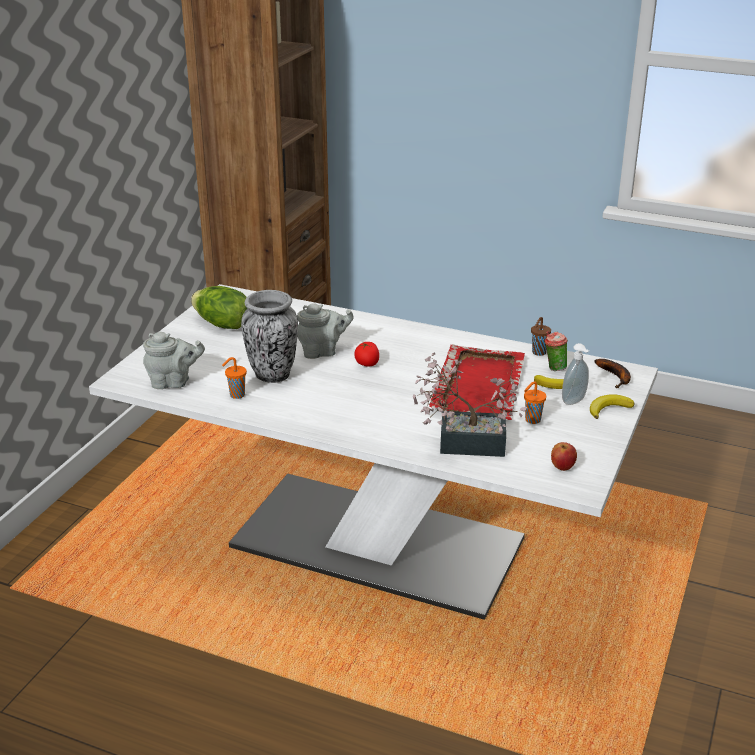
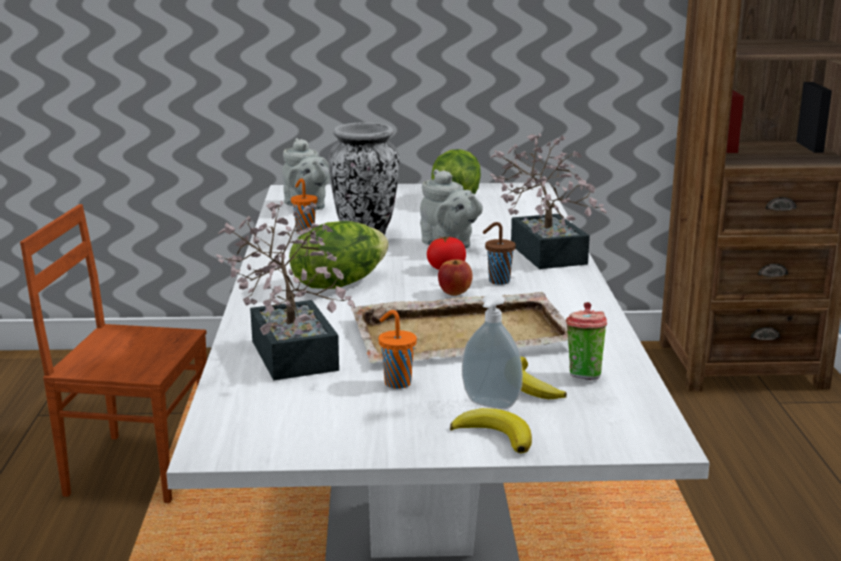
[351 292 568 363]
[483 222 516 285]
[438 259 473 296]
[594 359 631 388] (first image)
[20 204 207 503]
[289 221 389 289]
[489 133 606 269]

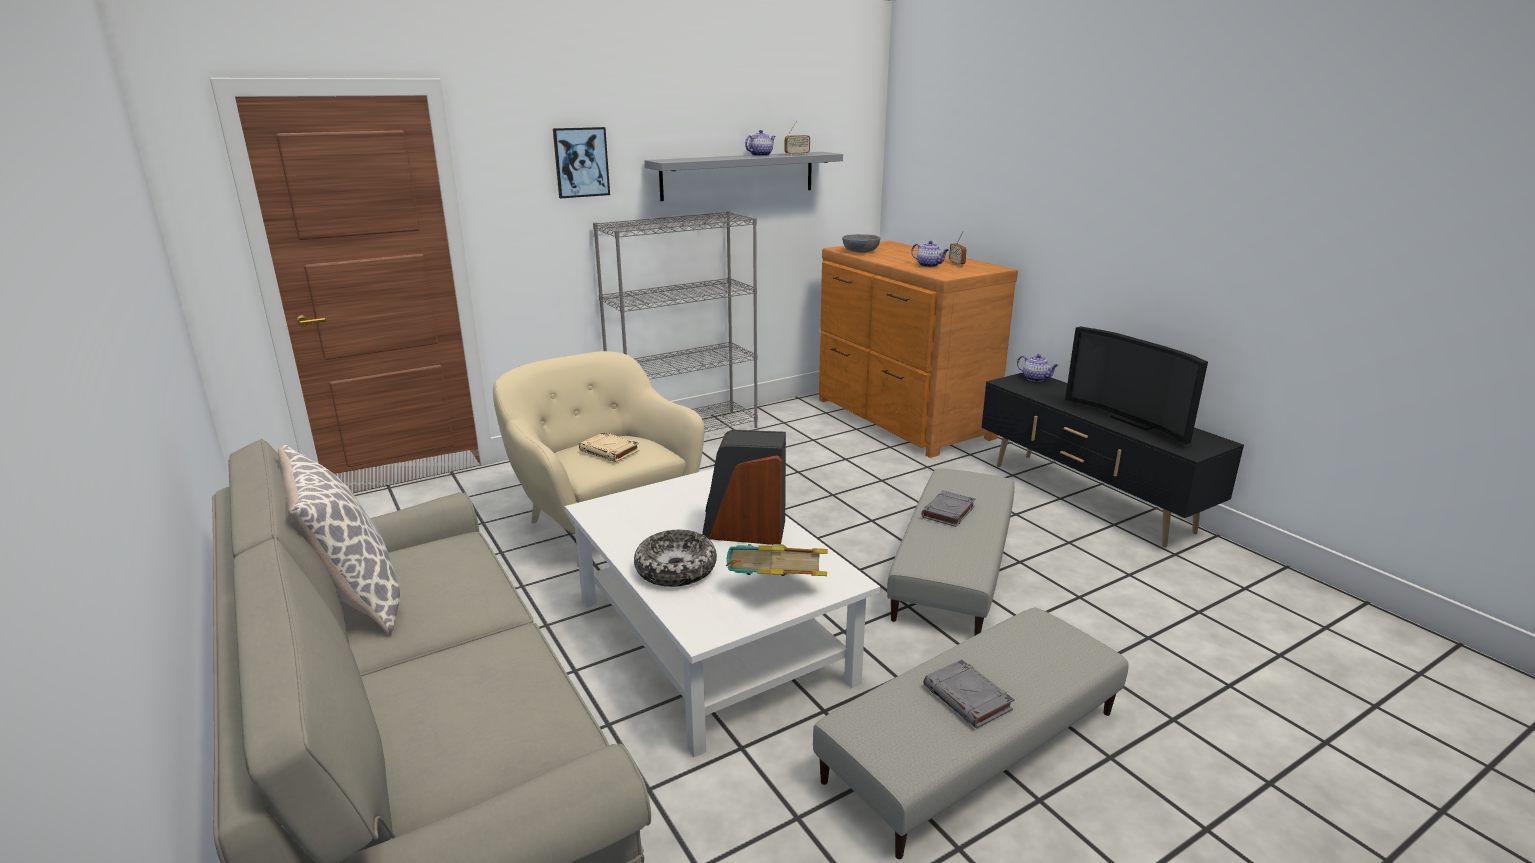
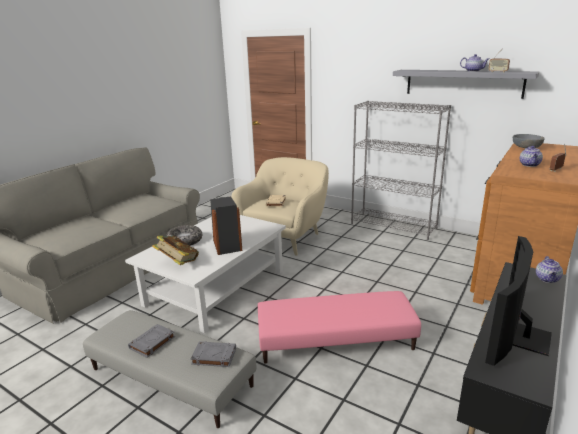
[278 445 400 634] (first image)
[553 127 610 198] (first image)
[258 291 421 363]
[190 341 236 367]

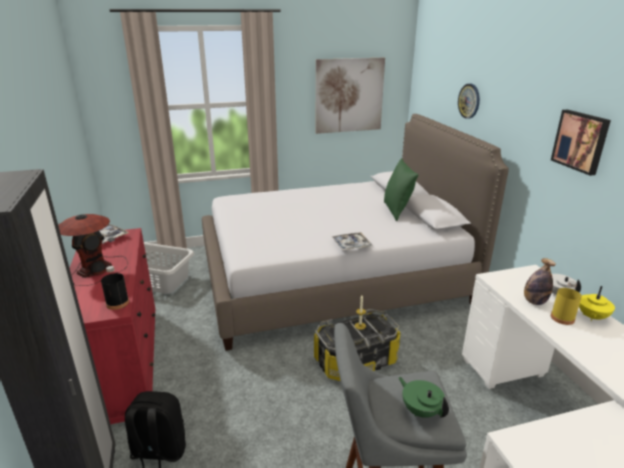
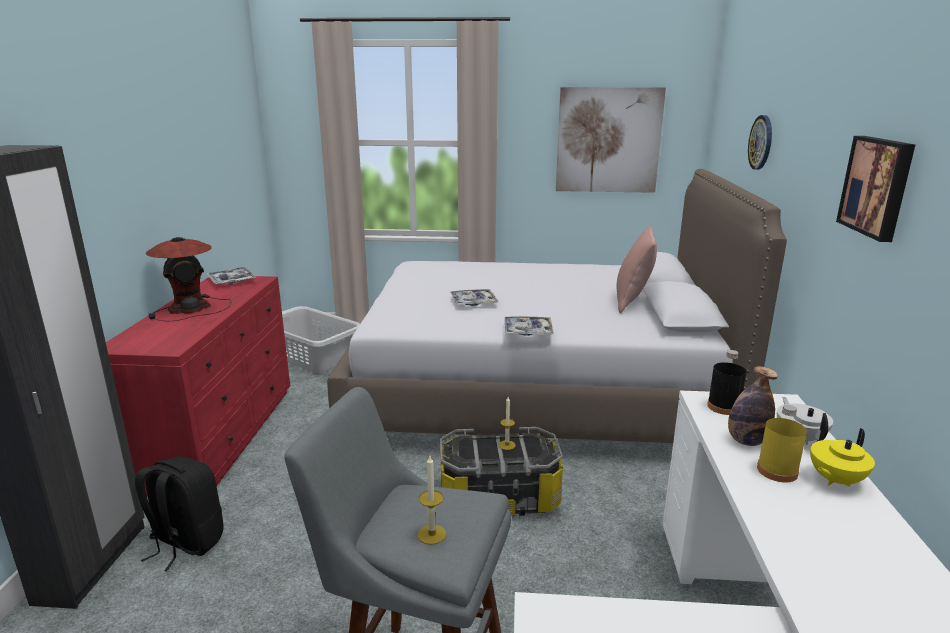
[707 350 747 415]
[616 225 657 313]
[418 456 446 545]
[451 289 499 306]

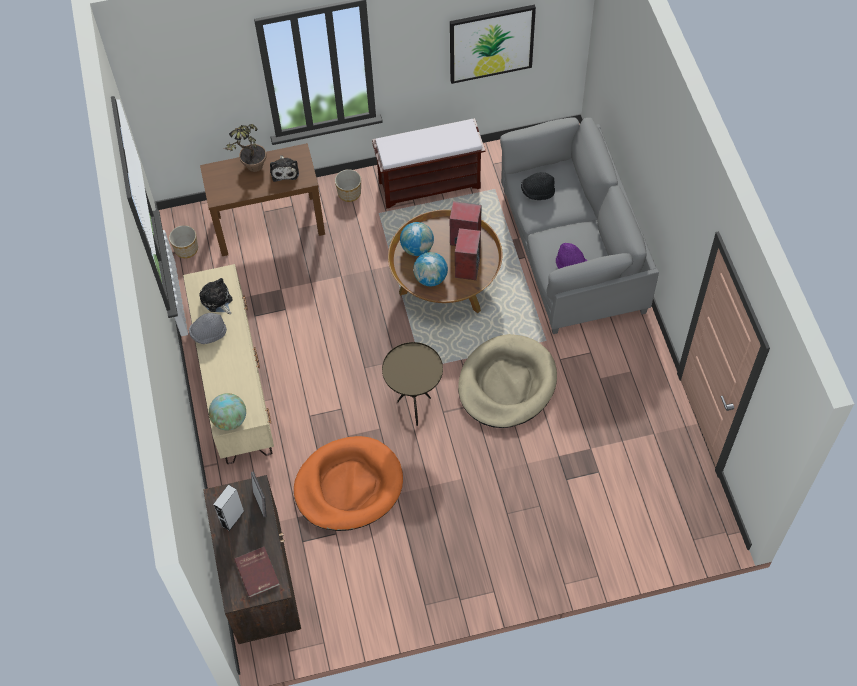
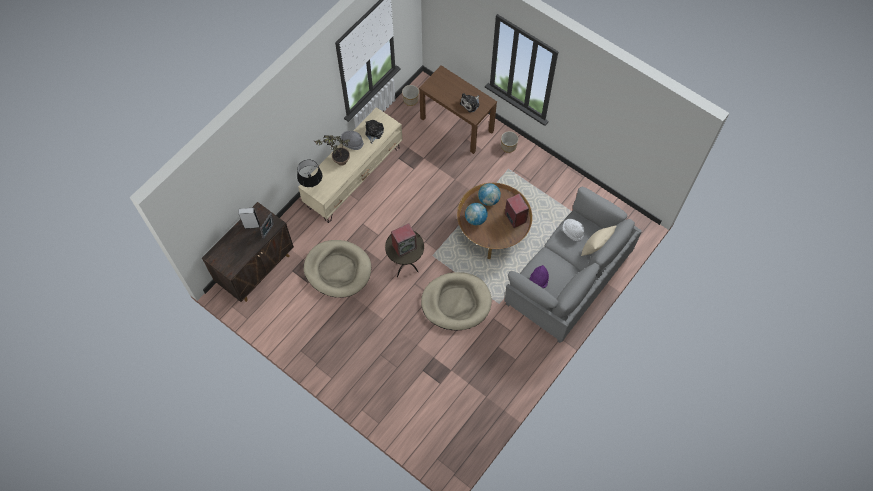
[297 160 322 188]
[312 135 350 166]
[234 547 280 598] (first image)
[303 240 371 298]
[372 118 485 209] (first image)
[450 5 536 84] (first image)
[391 223 417 257]
[563 219 584 241]
[581 225 616 256]

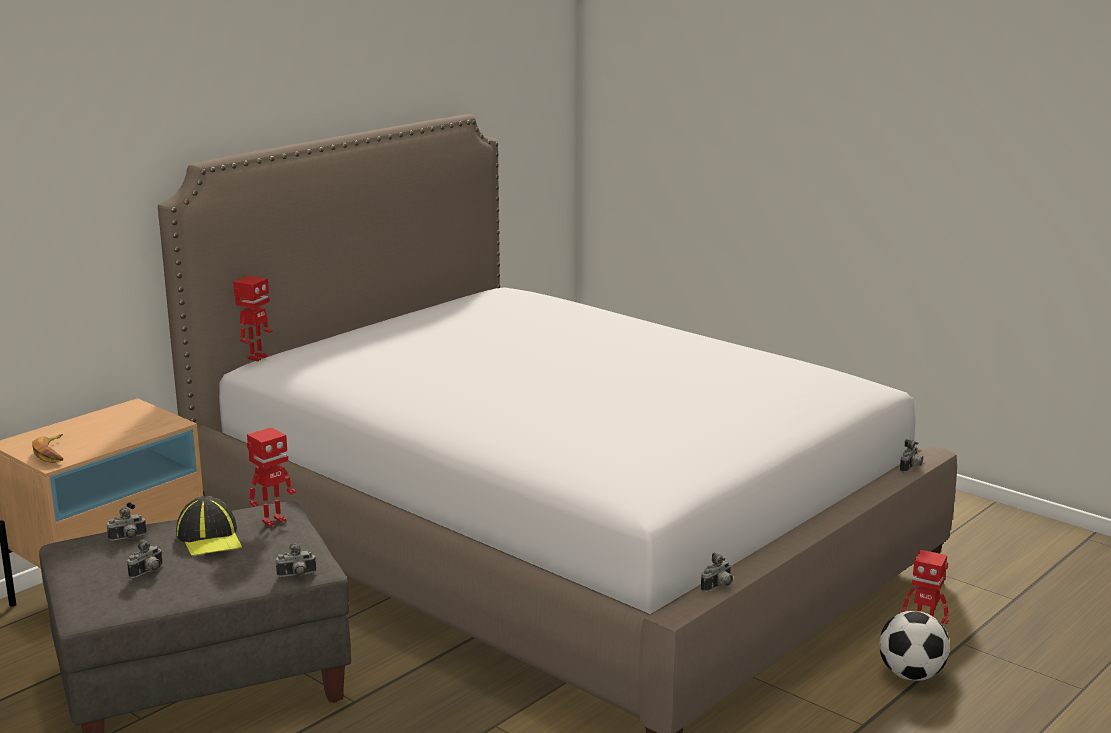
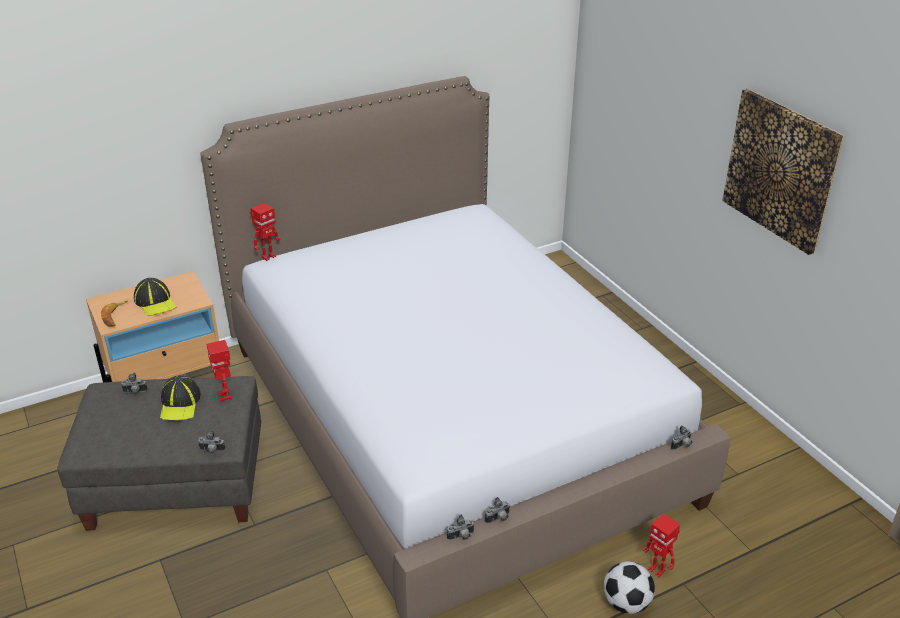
[485 497 510 524]
[206 340 231 402]
[134 278 176 316]
[722 89 844 255]

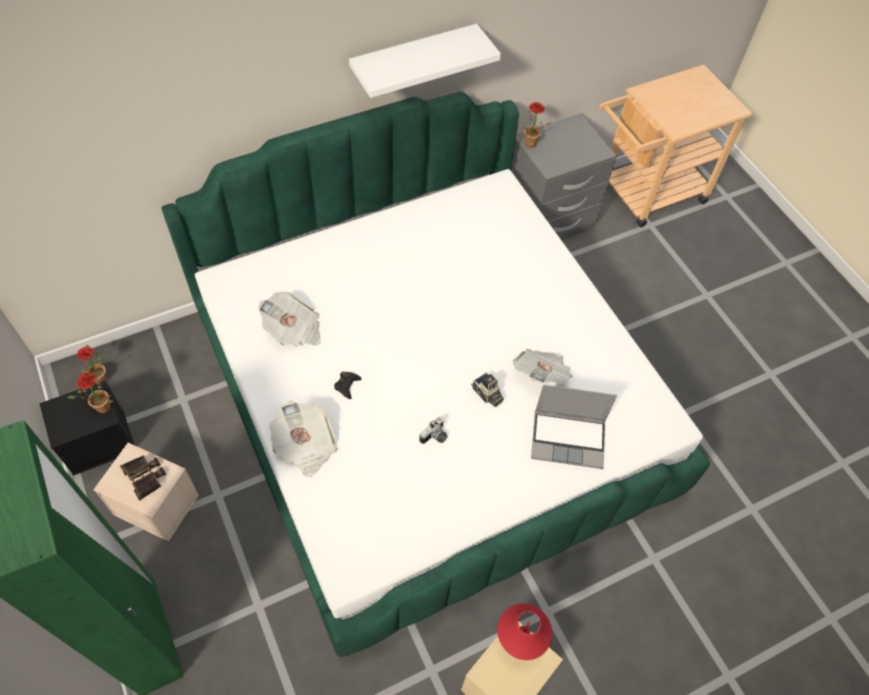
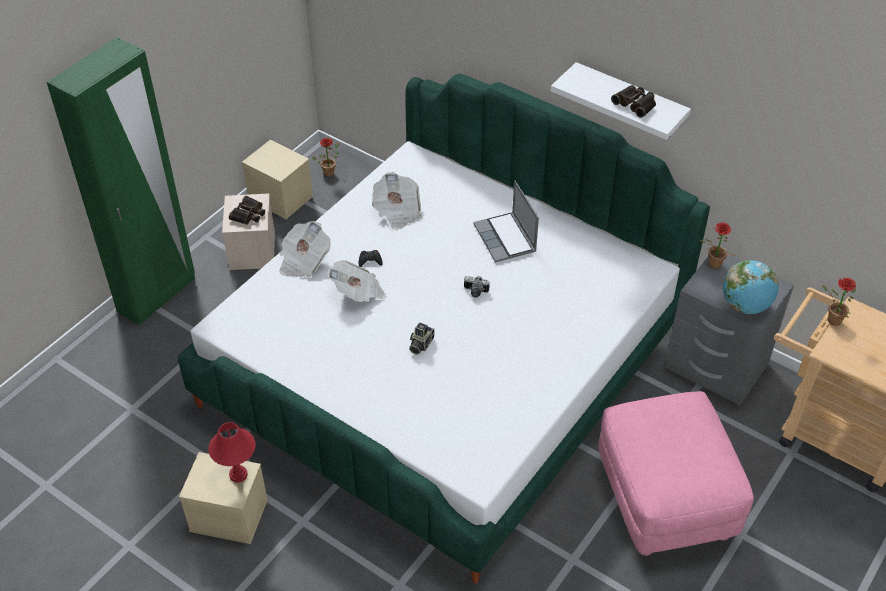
[242 140 313 219]
[822 278 856 326]
[464 275 490 298]
[327 260 387 303]
[473 180 539 262]
[598 391 754 556]
[611 85 656 118]
[723 260 779 314]

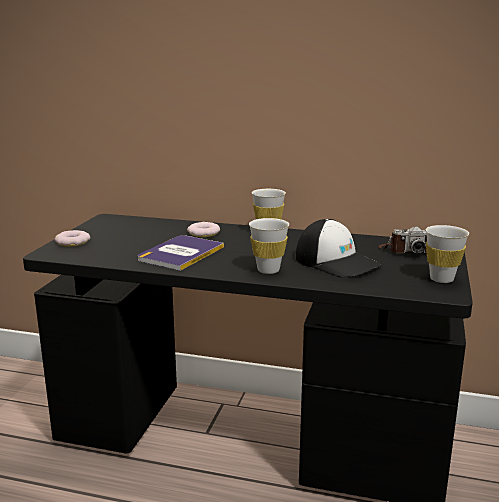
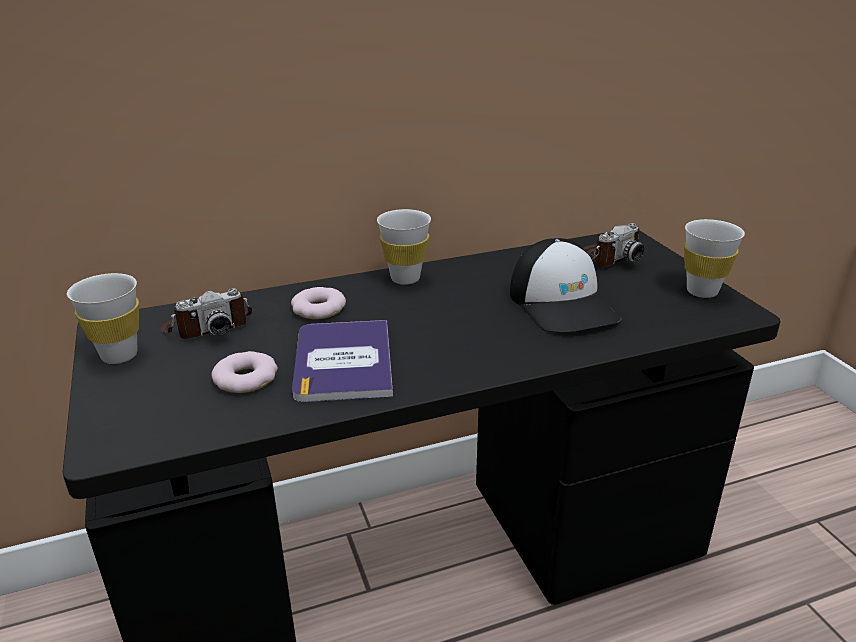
[211 351 278 393]
[67 273 139 364]
[510 238 622 333]
[161 288 252 339]

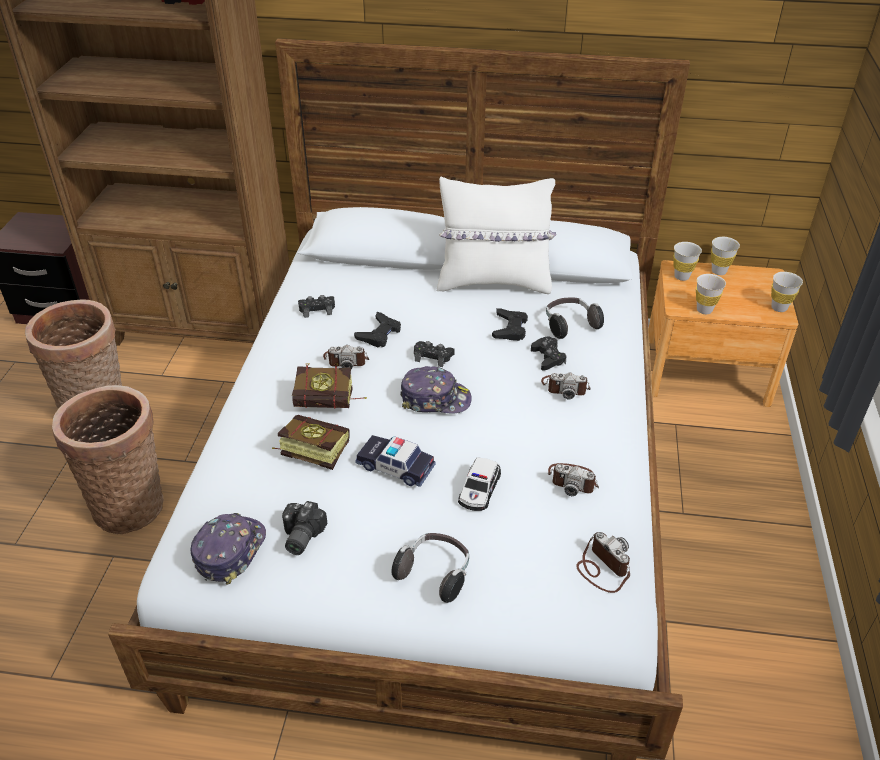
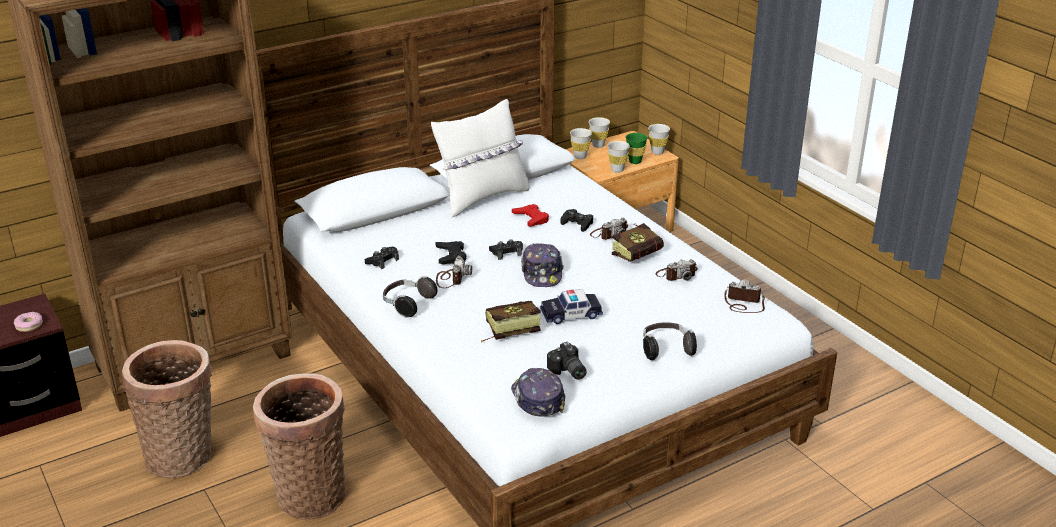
[612 223 664 262]
[436 256 472 288]
[521 243 564 287]
[458 457 501 511] (first image)
[512 204 549 226]
[383 276 437 318]
[14 312 43 332]
[626 133 648 164]

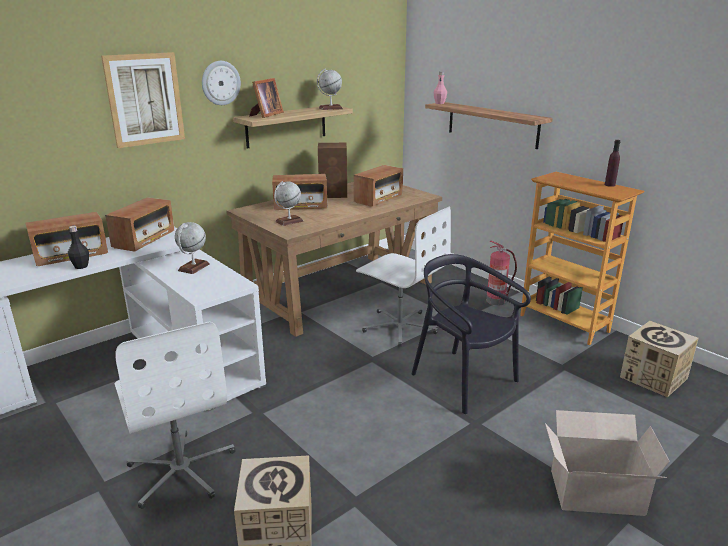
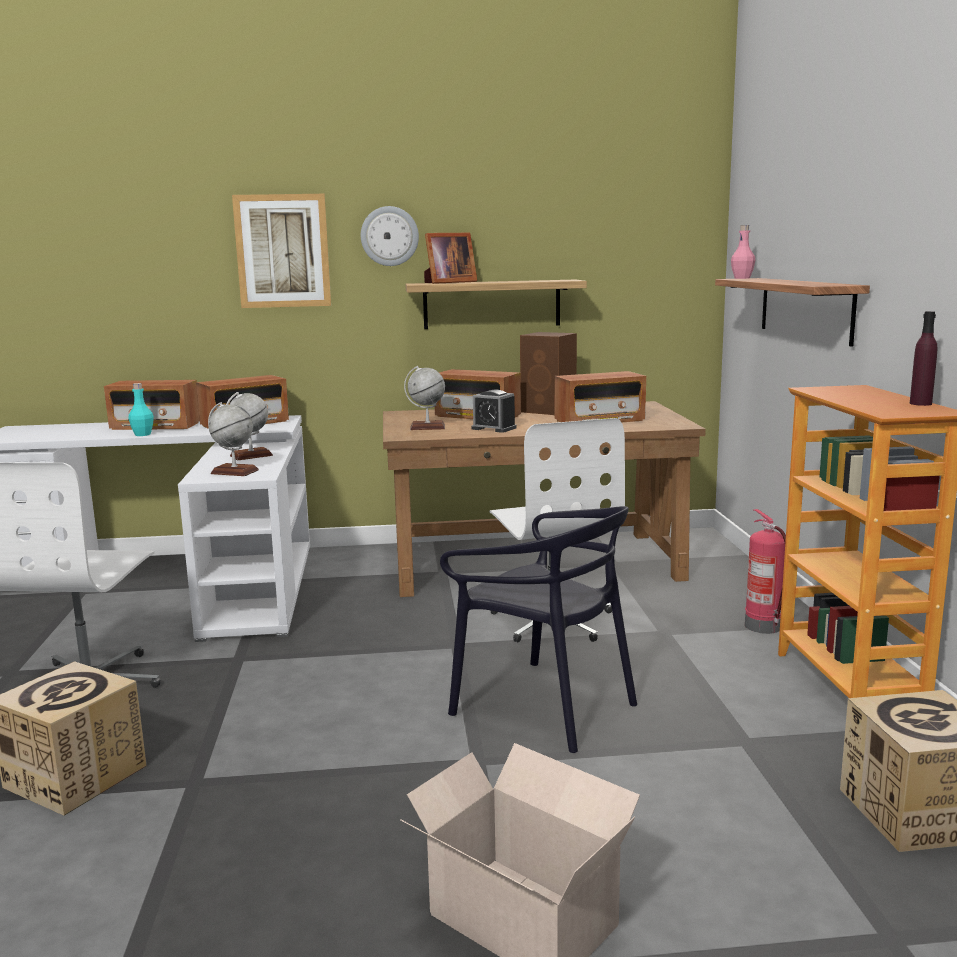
[128 383 154 436]
[208 402 259 476]
[440 506 637 753]
[471 390 517 433]

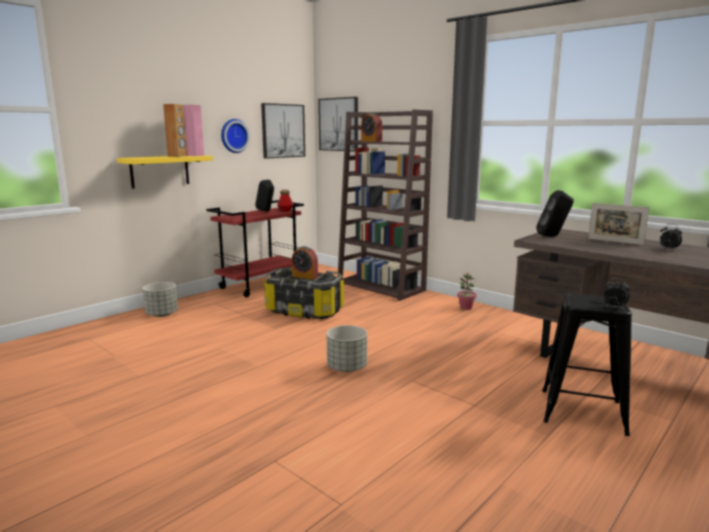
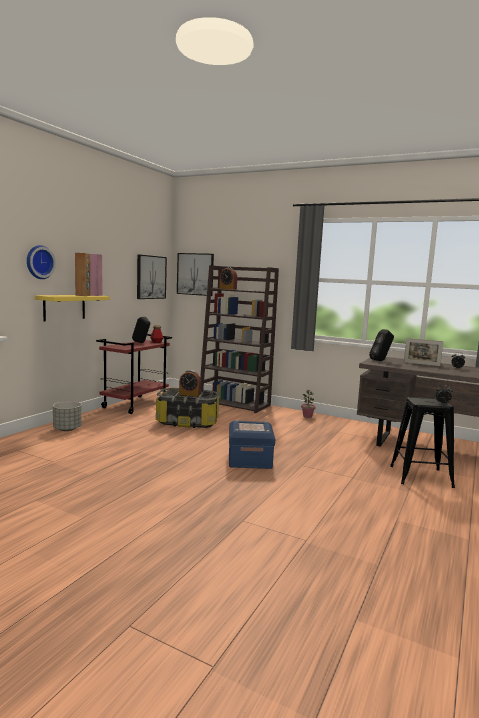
[27 245 56 279]
[229 420 275 469]

